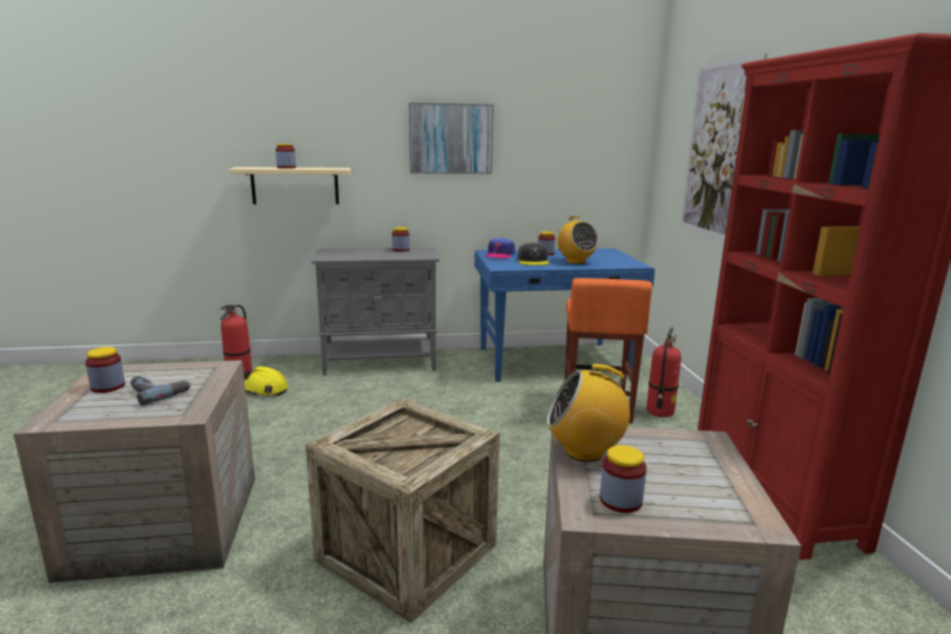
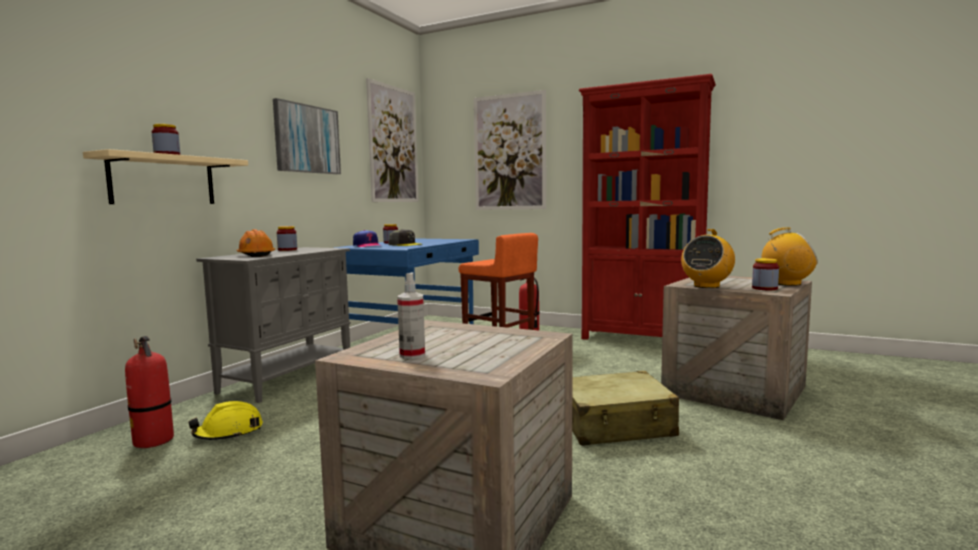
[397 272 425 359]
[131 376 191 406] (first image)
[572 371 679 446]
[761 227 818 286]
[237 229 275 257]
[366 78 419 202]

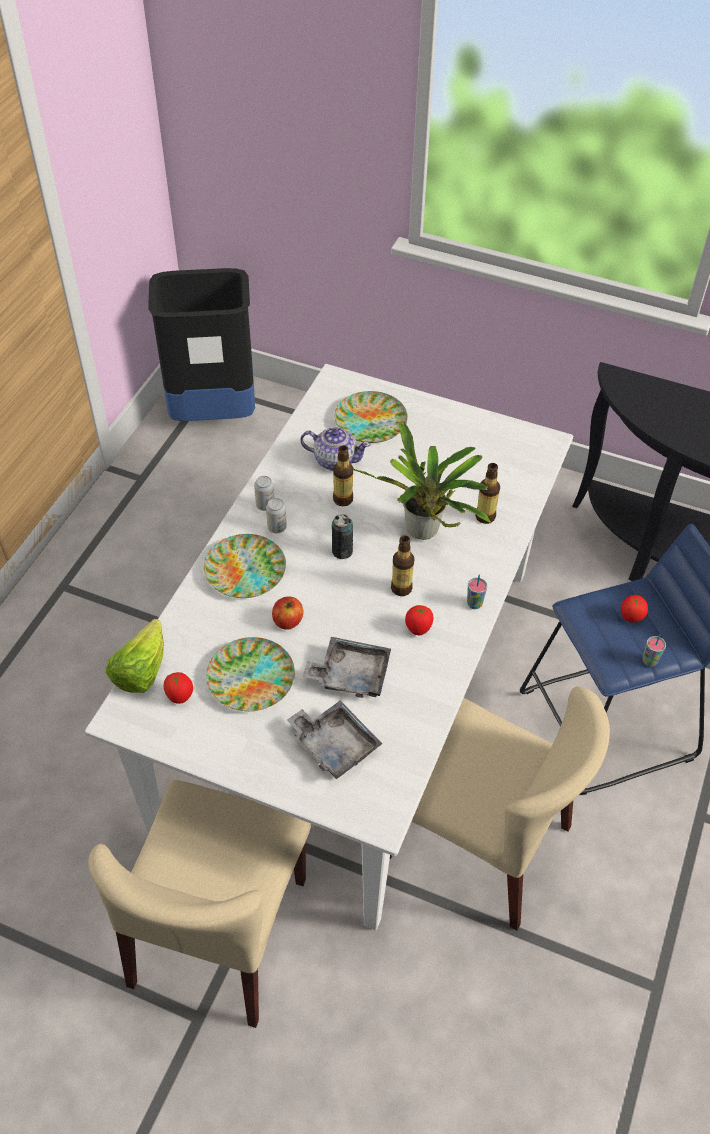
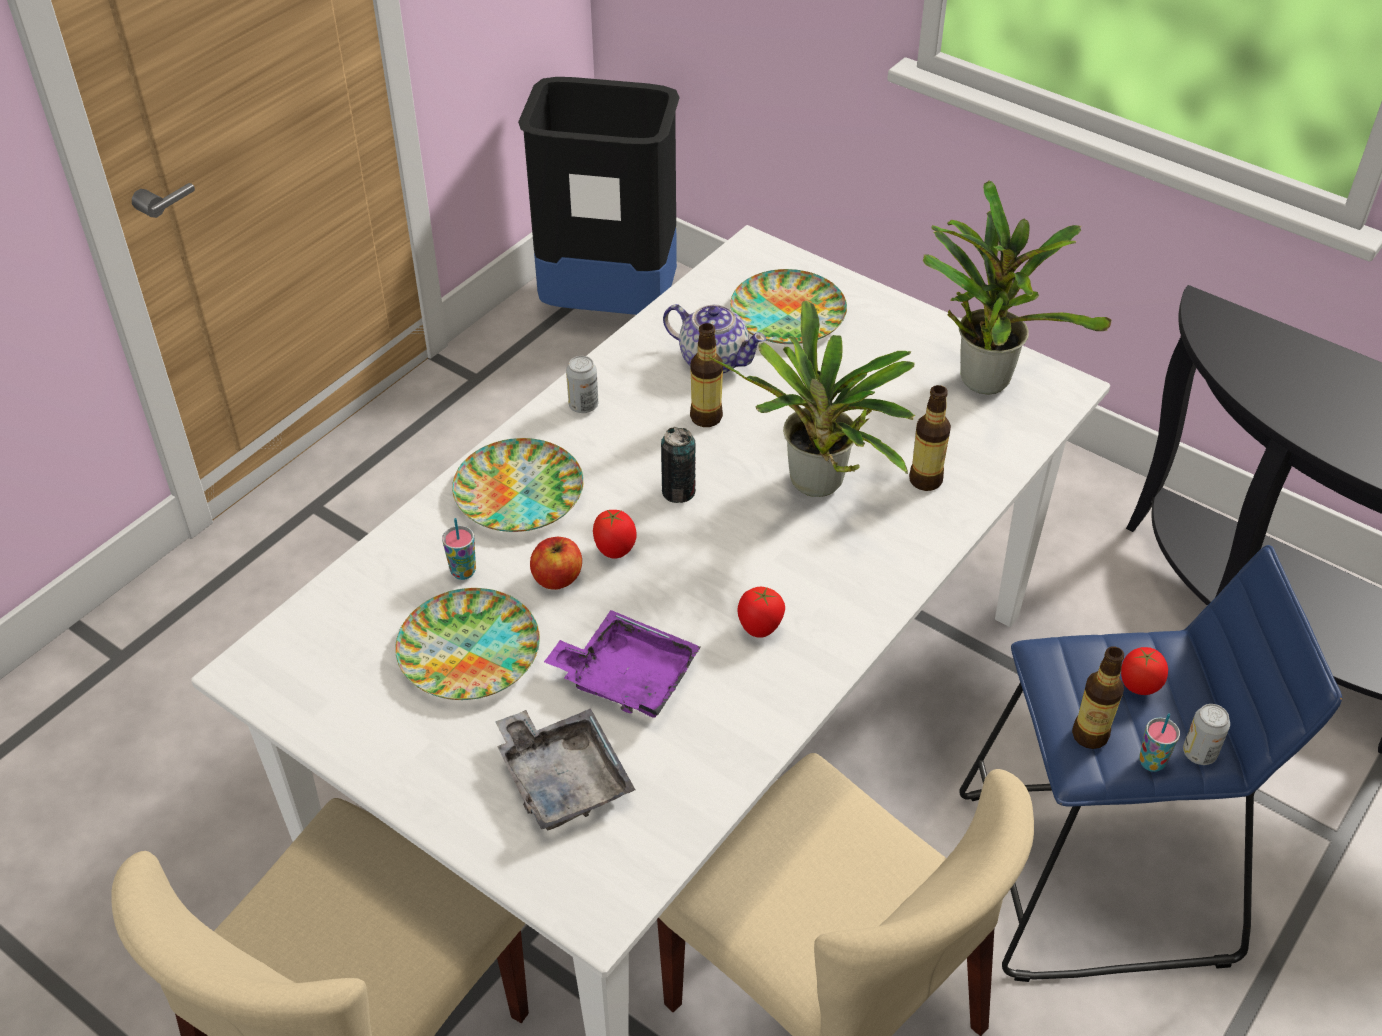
[106 619 164 693] (first image)
[593 510 637 559]
[1183 704 1230 765]
[544 610 700 718]
[1072 646 1124 749]
[442 518 476 580]
[923 181 1111 395]

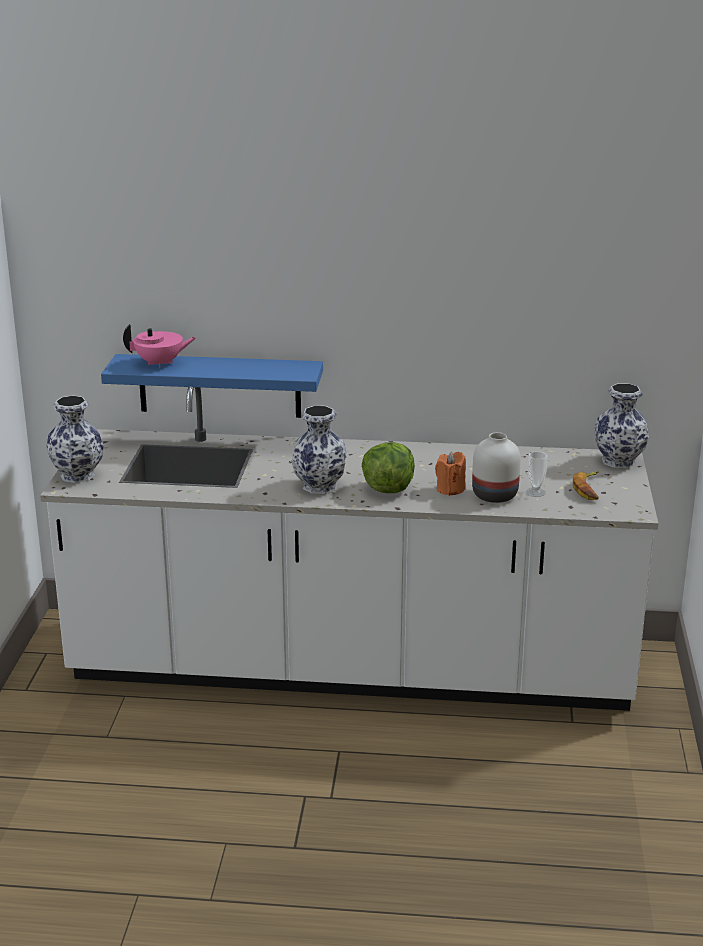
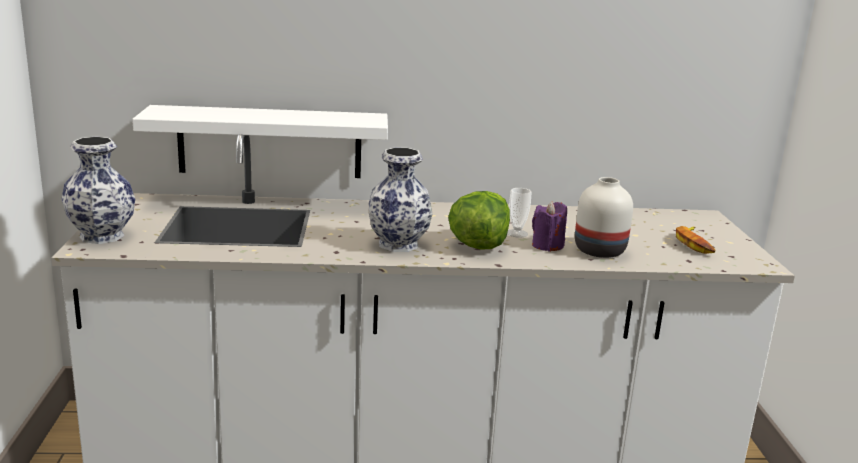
[132 105 388 178]
[123 324 197 368] (first image)
[532 201 567 252]
[507 188 532 237]
[594 383 649 468] (first image)

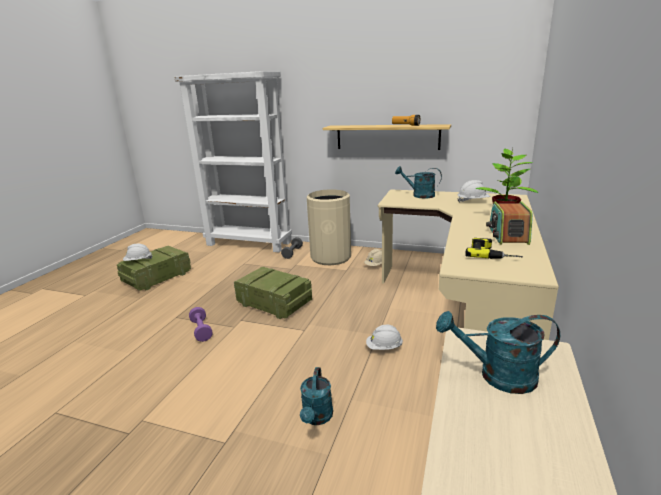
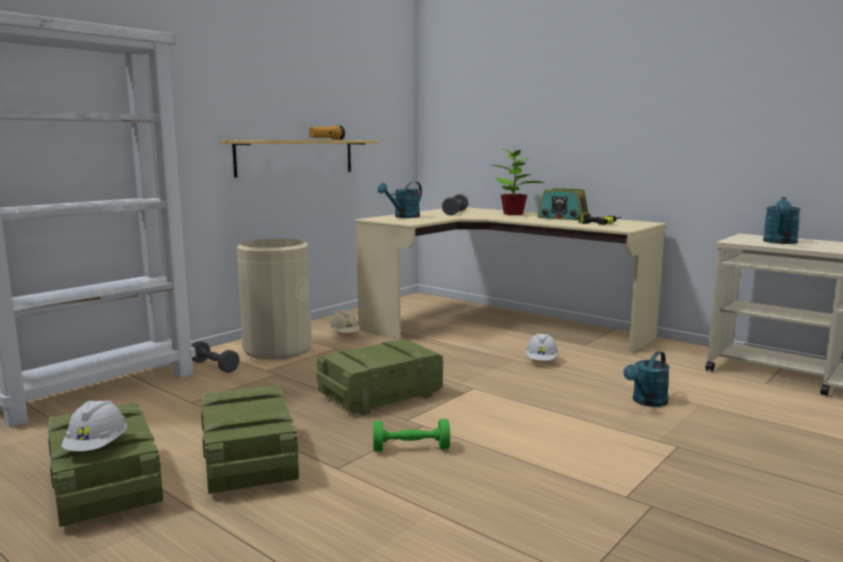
[373 419 450 452]
[623 351 670 407]
[442 194 468 215]
[201 385 299 494]

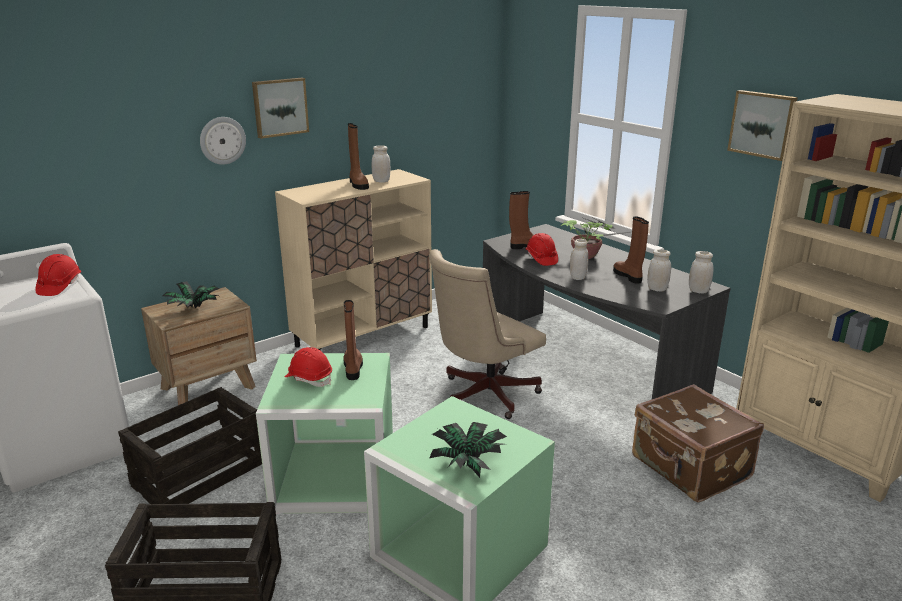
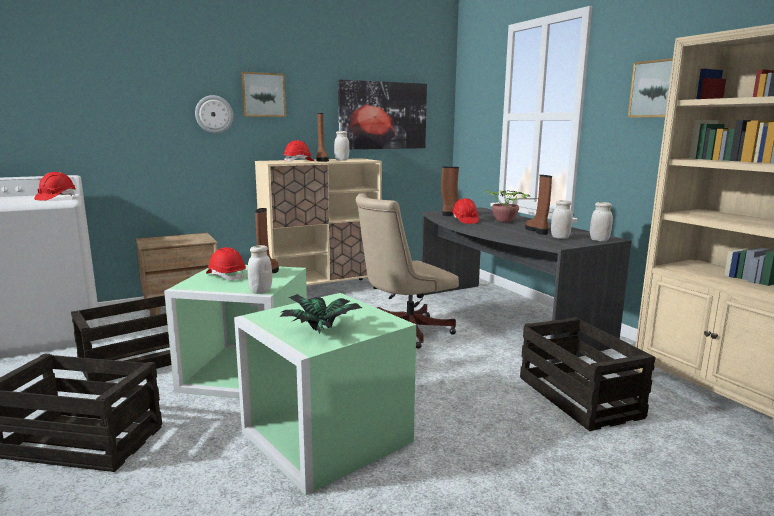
[162 281 220 309] (first image)
[248 245 272 294]
[520 317 656 431]
[284 140 314 162]
[338 79 427 149]

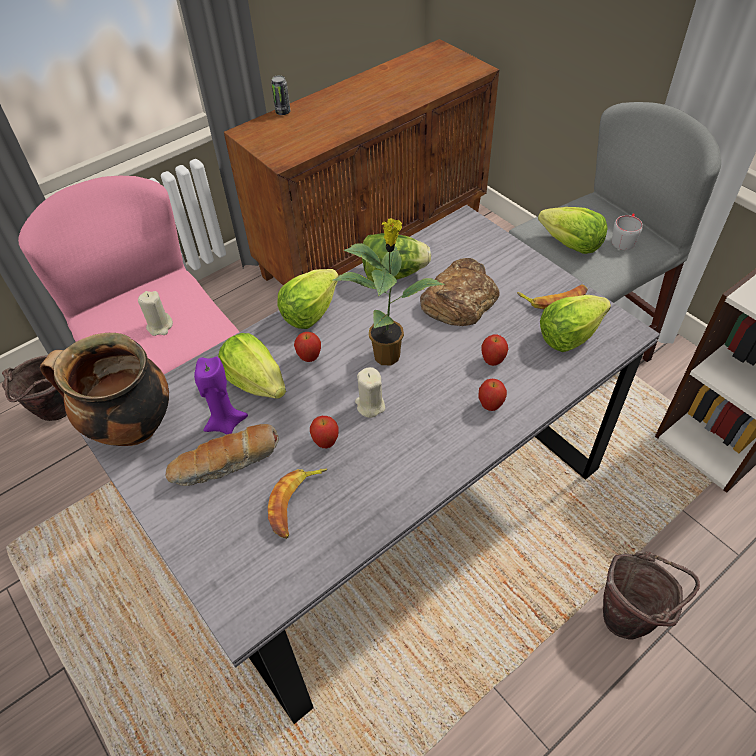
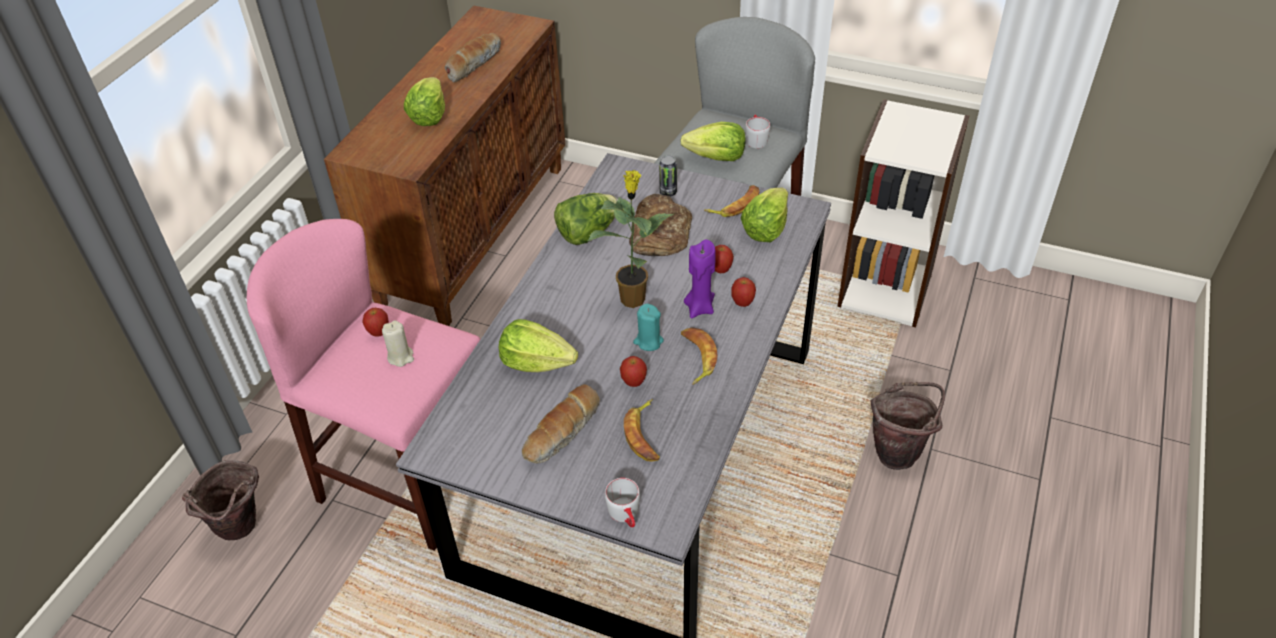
[40 333 169 446] (first image)
[684 240 716 318]
[659 155 677 197]
[404 77 445 126]
[362 308 389 336]
[633 304 664 351]
[445 33 501 83]
[605 478 640 528]
[681 327 718 385]

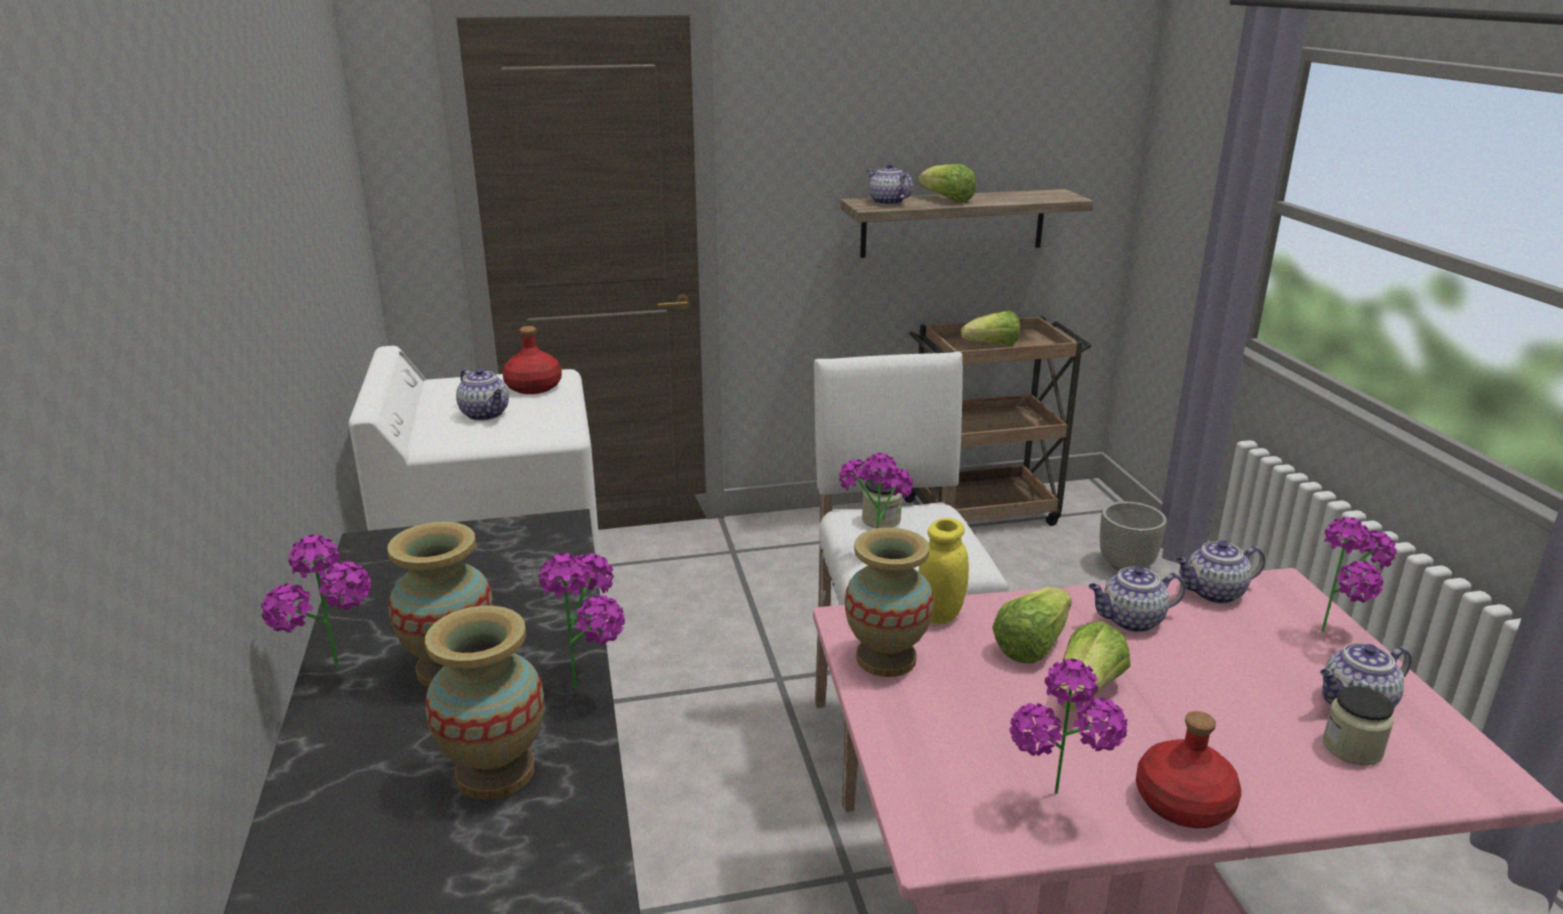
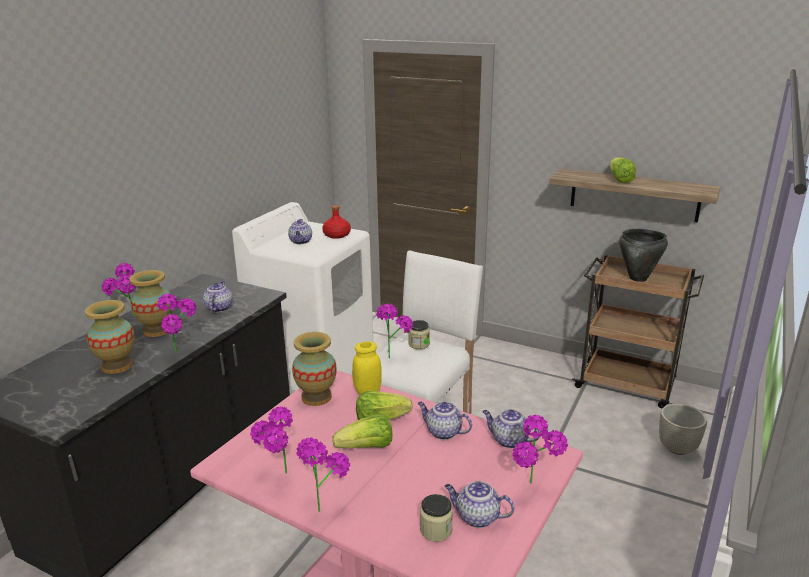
[203 281 232 312]
[619 229 668 282]
[296 437 350 512]

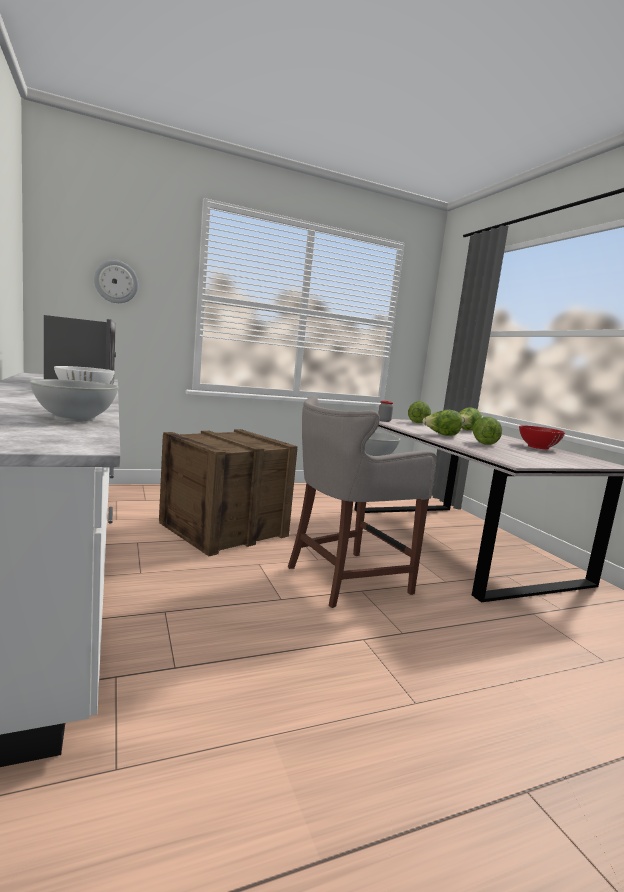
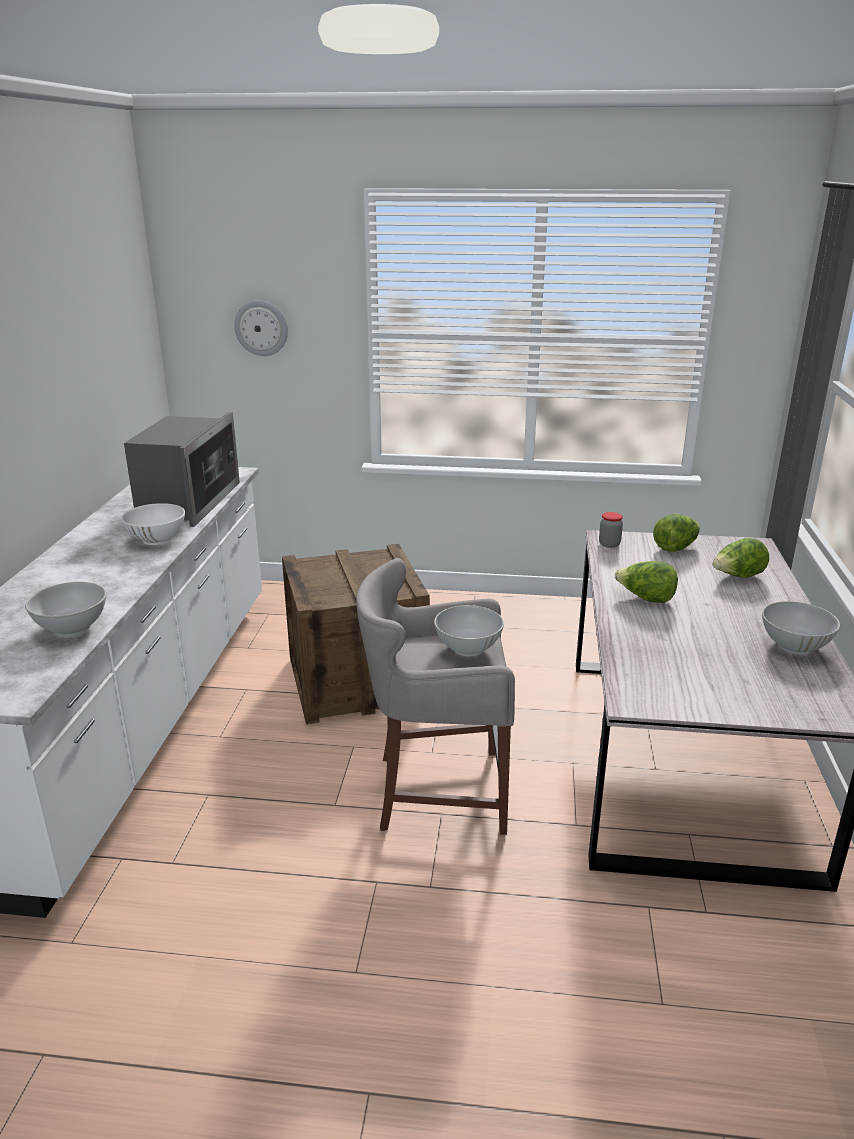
[473 417 502 445] (first image)
[762 601 840 655]

